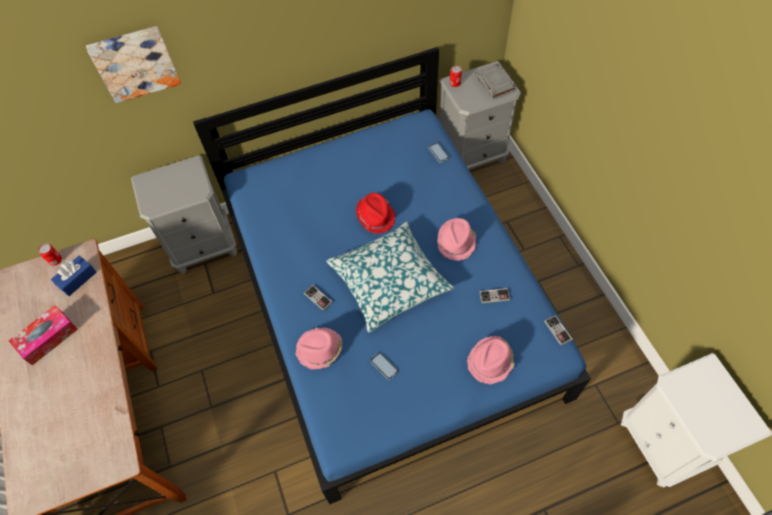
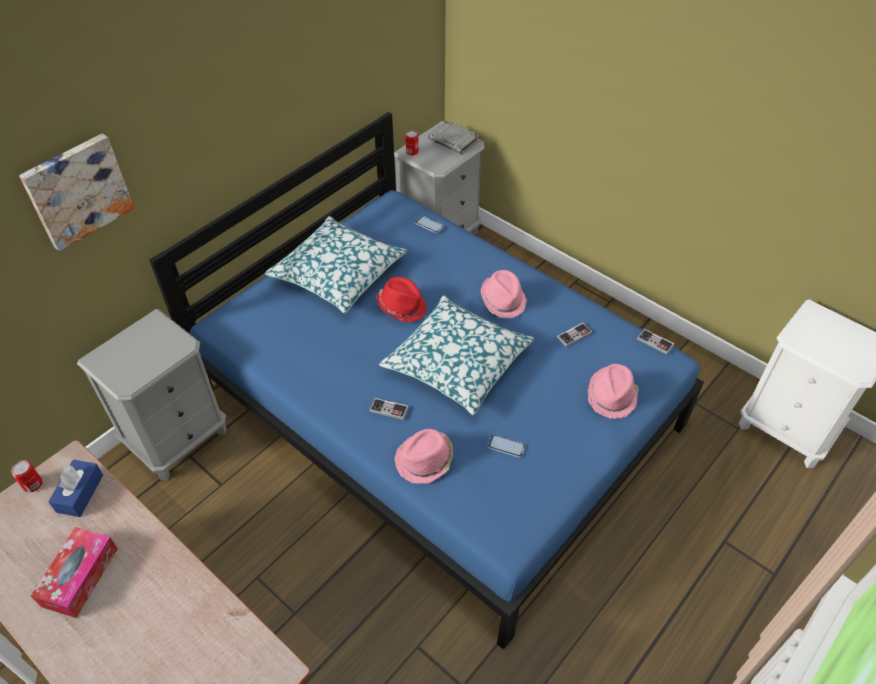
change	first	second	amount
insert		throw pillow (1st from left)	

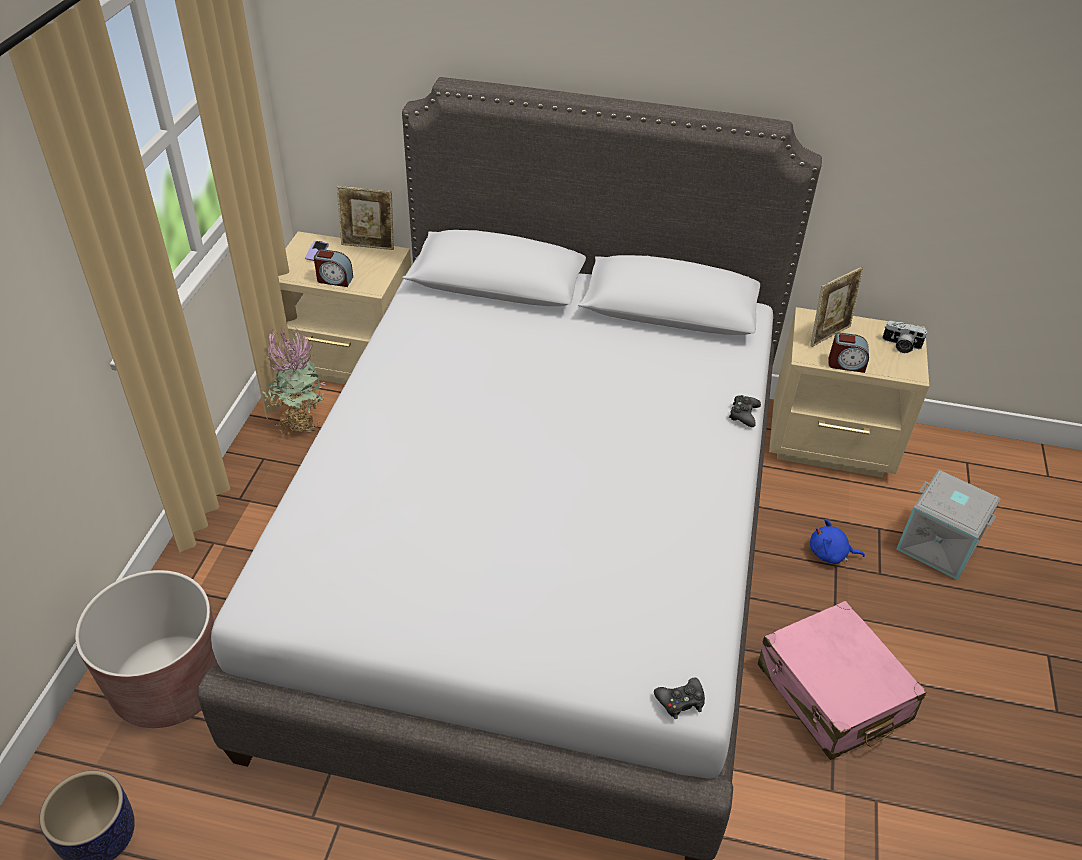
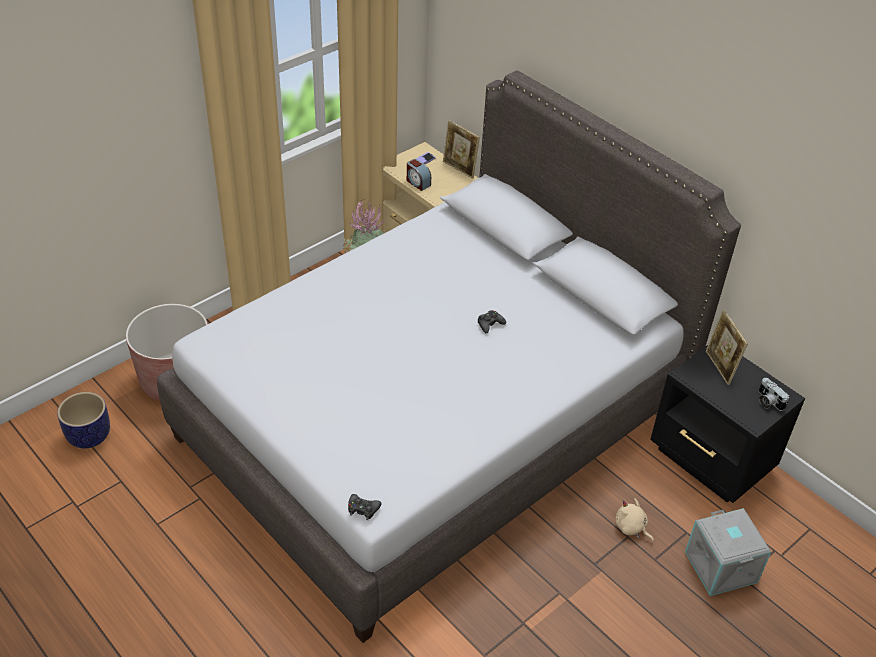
change	first	second	amount
move	game controller (black) (2nd from left)		
delete	piece of luggage (pinkish)		
recolor	bedside table (sand-coloured) (2nd from left)	bedside table (black)	
rotate	picture frame (2nd from left)		75 degrees clockwise
recolor	plush toy (bluish)	plush toy (sand-coloured)	
delete	alarm clock (2nd from left)		

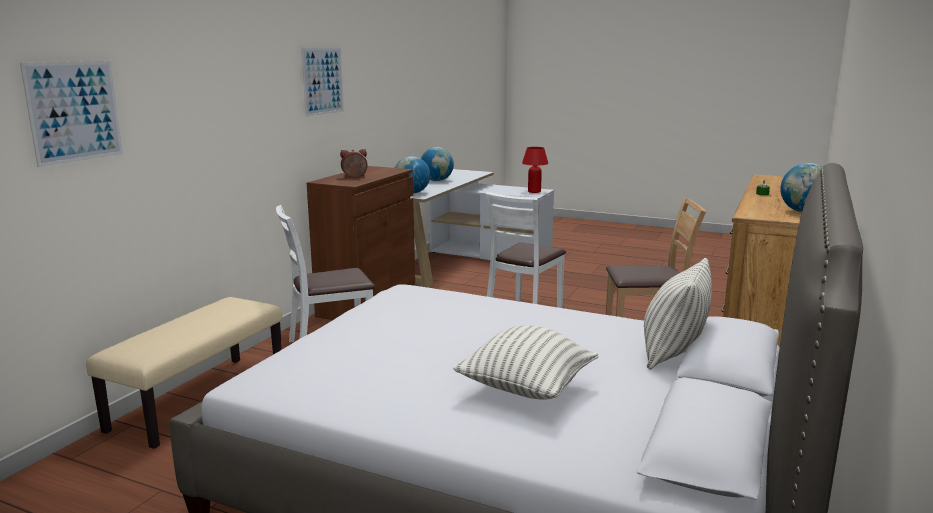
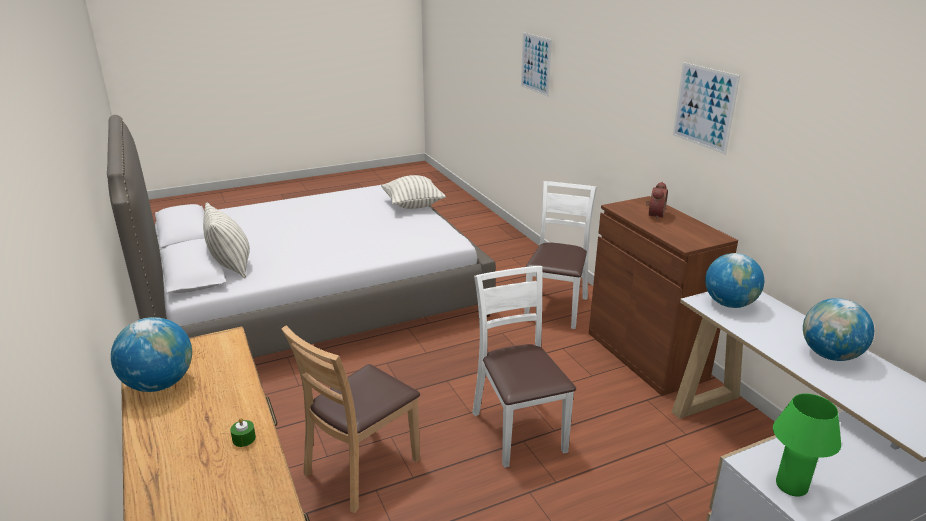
change	first	second	amount
delete	indoor bench (sand-coloured)		
move	throw pillow (1st from left in the first image)	throw pillow (2nd from left)	
recolor	lamp for a table (red)	lamp for a table (green-coloured)	

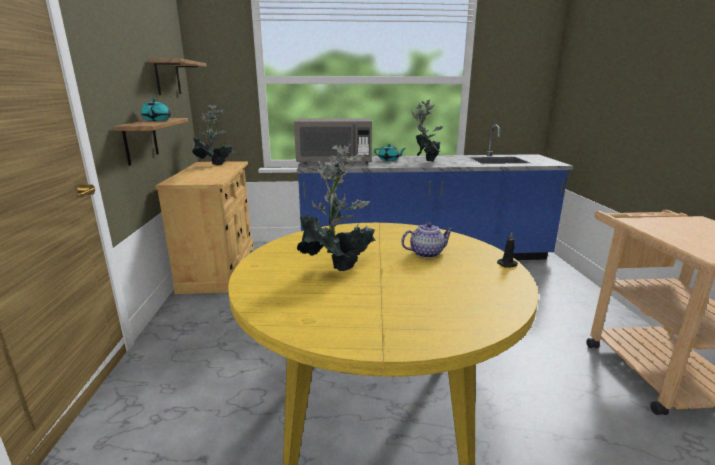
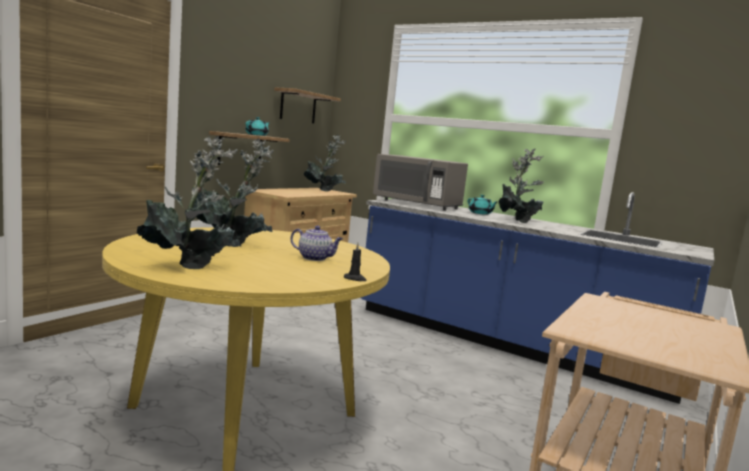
change	first	second	amount
insert		houseplant (1st from left)	

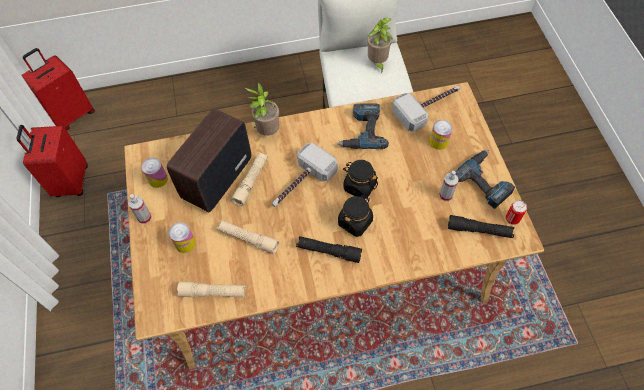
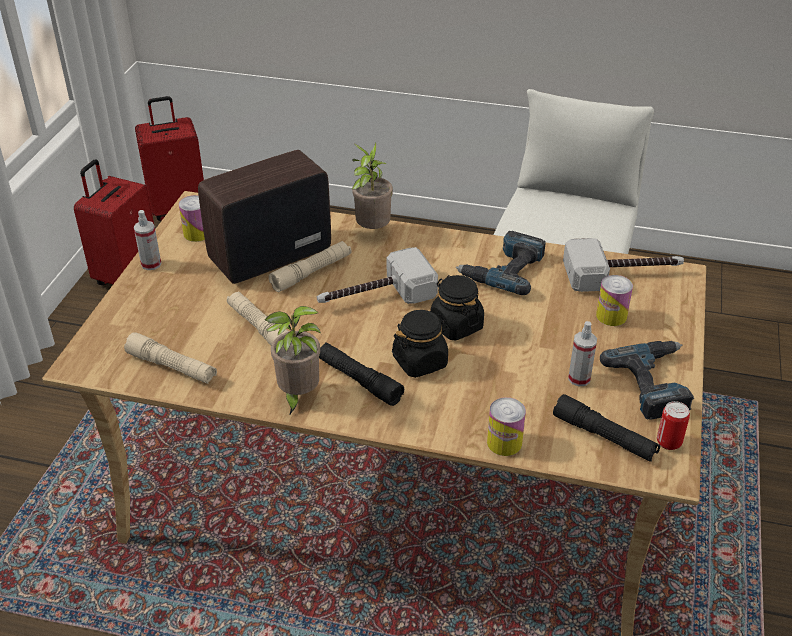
change	first	second	amount
move	metal can (2nd from left)		
move	houseplant (2nd from left in the first image)	houseplant (1st from left)	

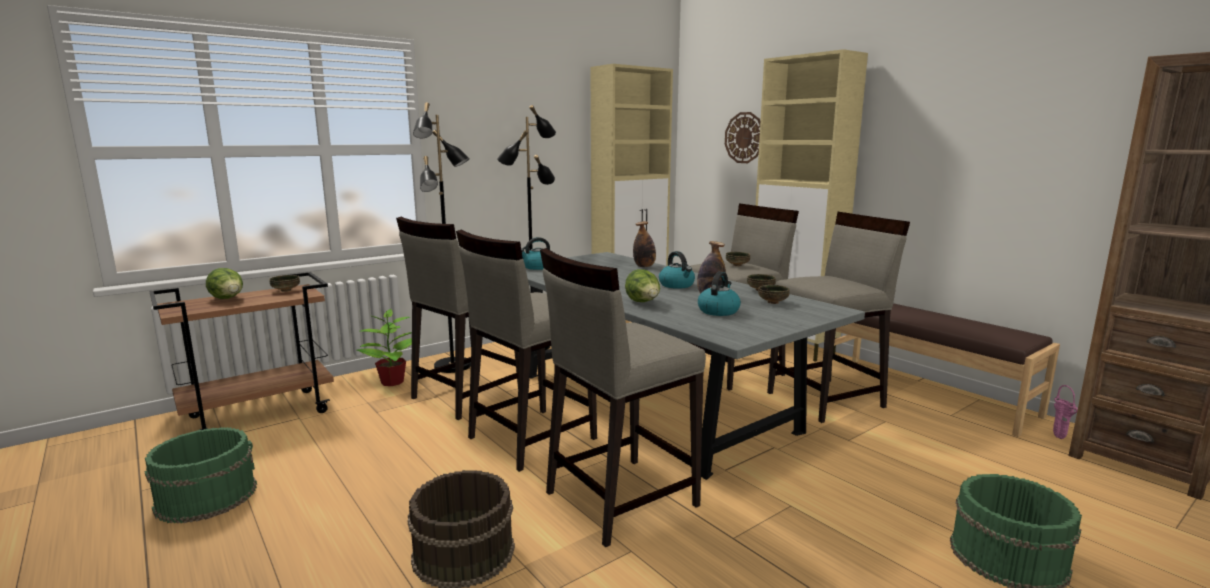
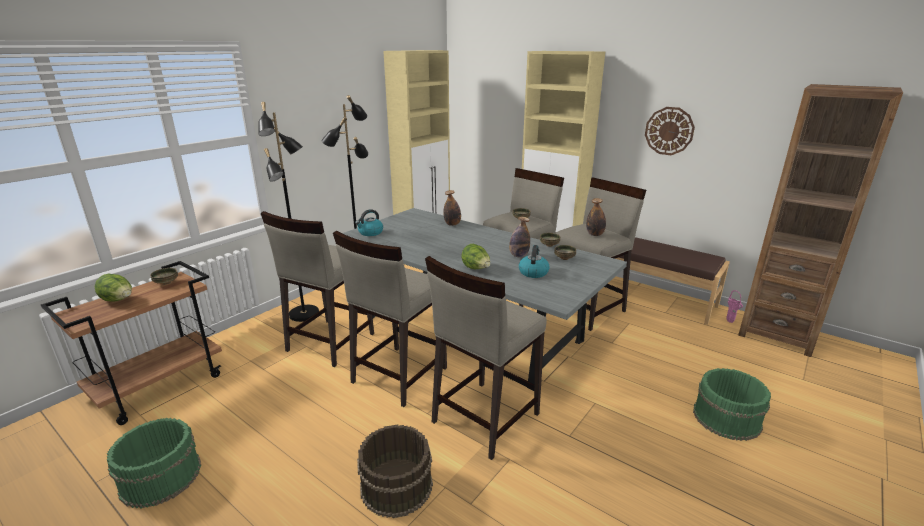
change	first	second	amount
delete	houseplant		
delete	water kettle (2nd from left)		
move	wall clock		
insert		bottle (3rd from left)	

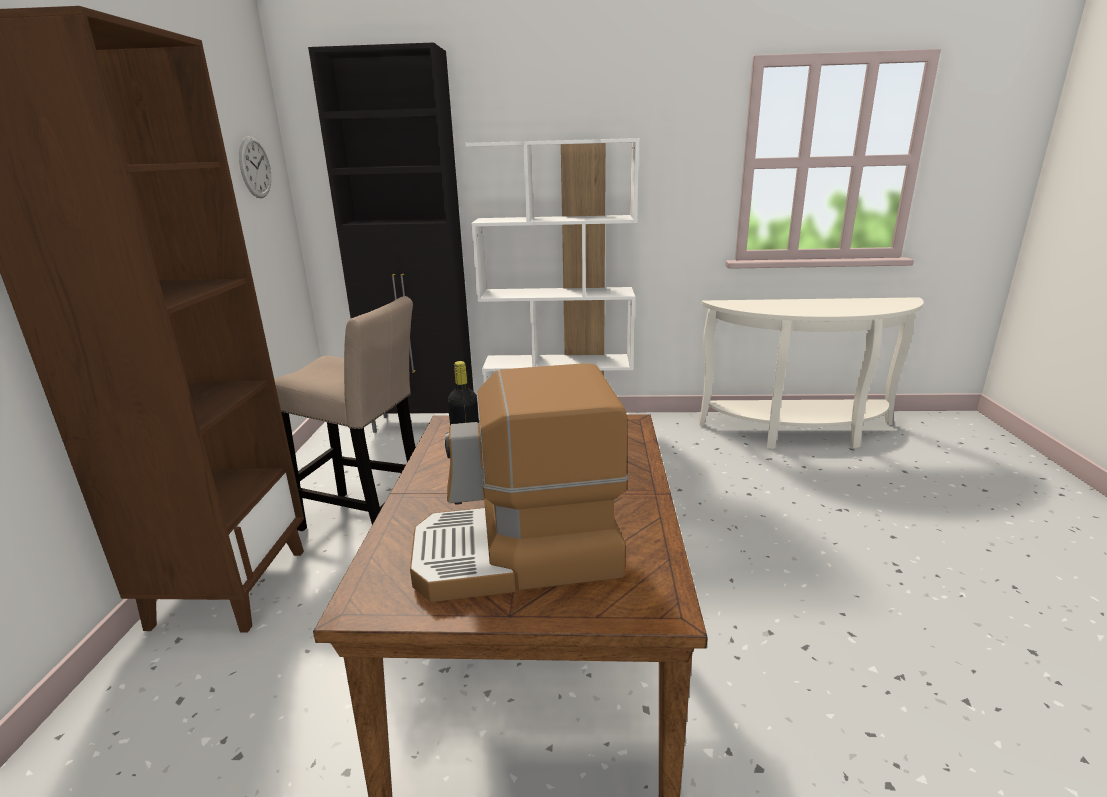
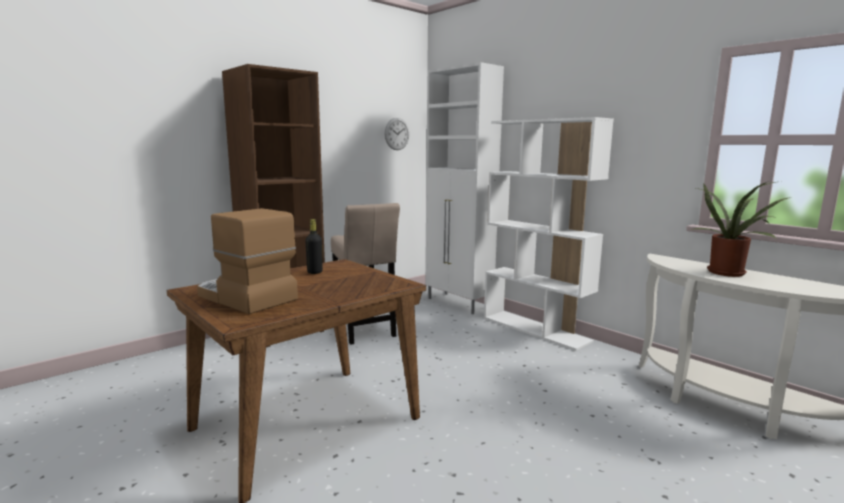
change	first	second	amount
recolor	cupboard (black)	cupboard (whitish)	
insert		houseplant	

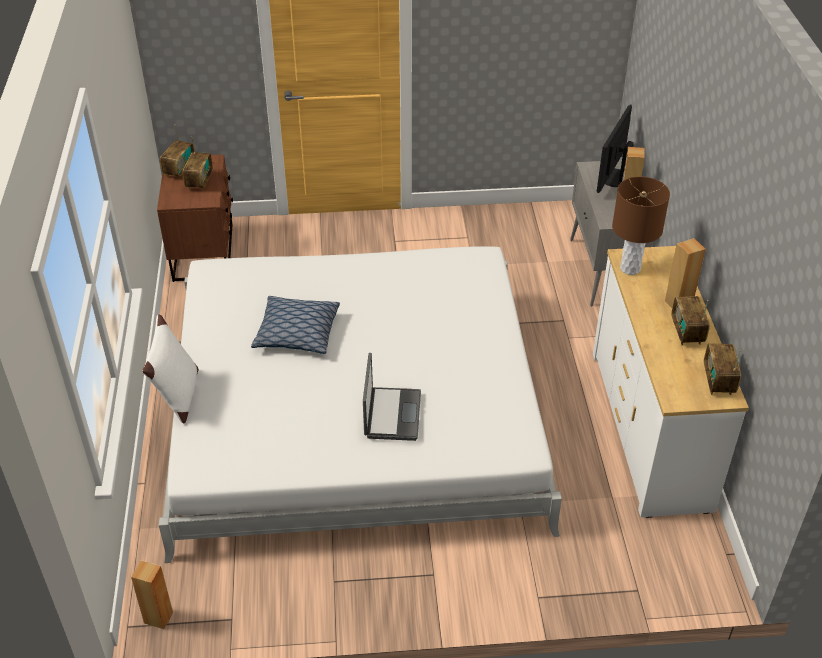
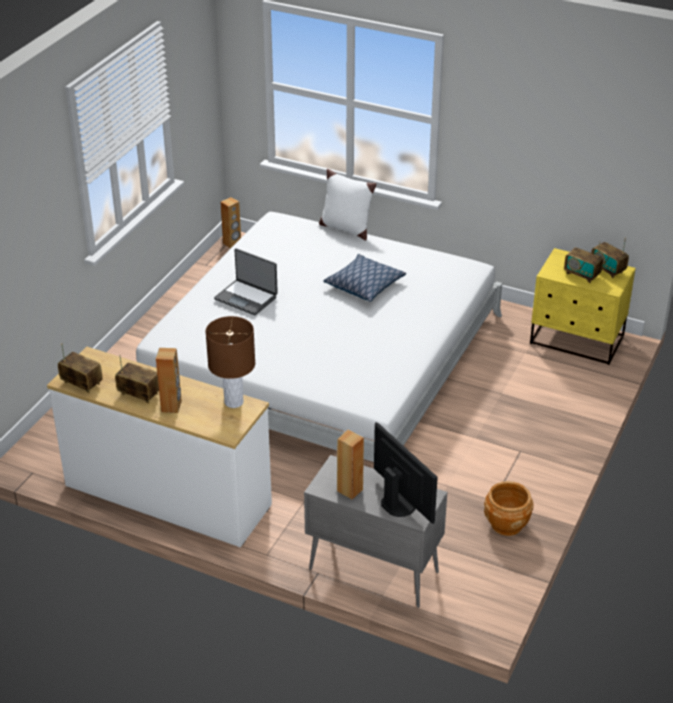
change	first	second	amount
recolor	bedside table (brown)	bedside table (yellow-coloured)	
insert		flower pot (brown)	

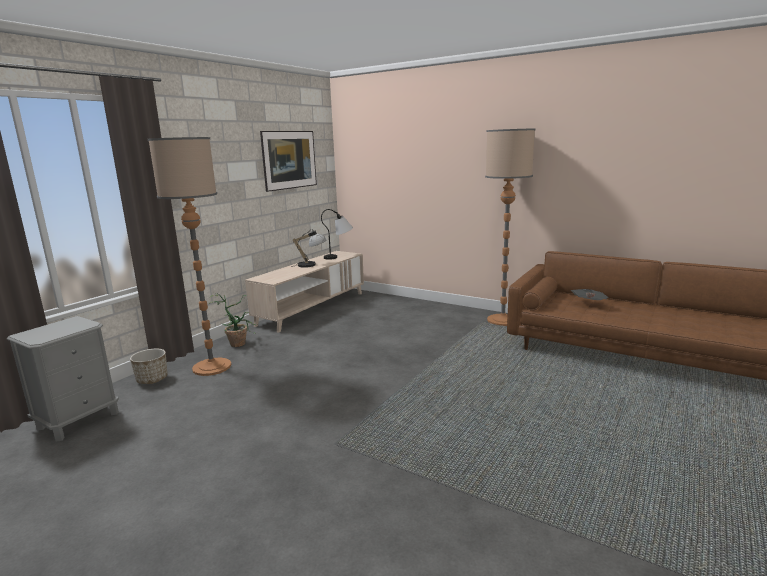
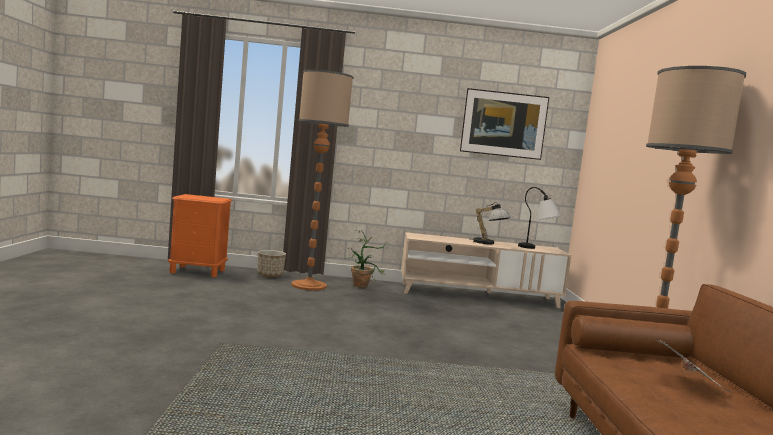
change	first	second	amount
recolor	bedside table (greyish)	bedside table (orangey)	

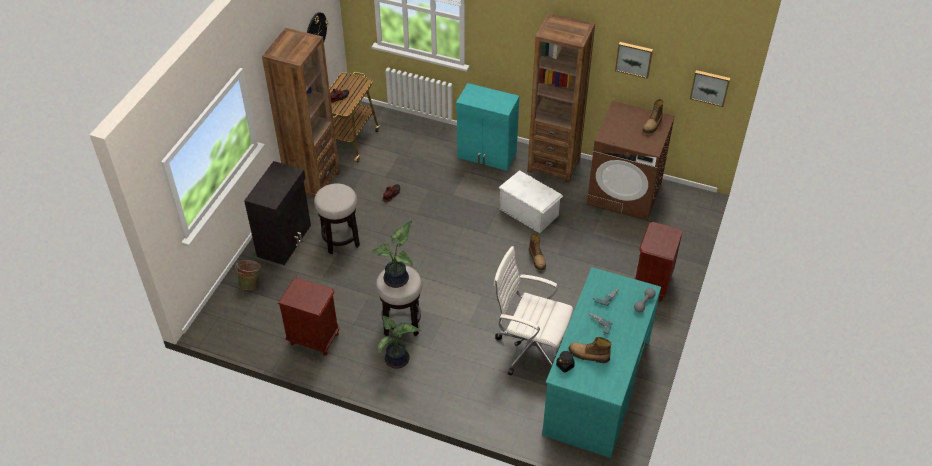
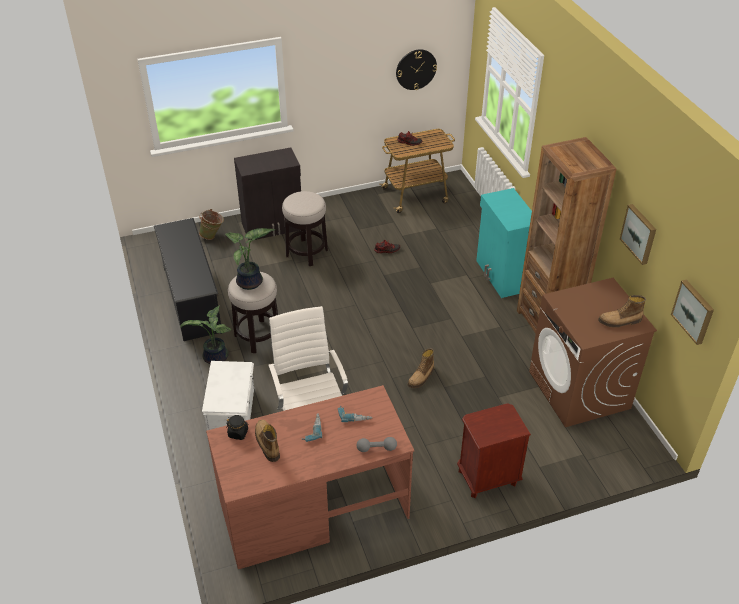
change	first	second	amount
delete	bookshelf (brown) (1st from left)		
replace	bedside table (brown) (1st from left)	shoe shelf (black)	
move	storage bin (whitish)		
recolor	desk table (blue-green)	desk table (brown)	

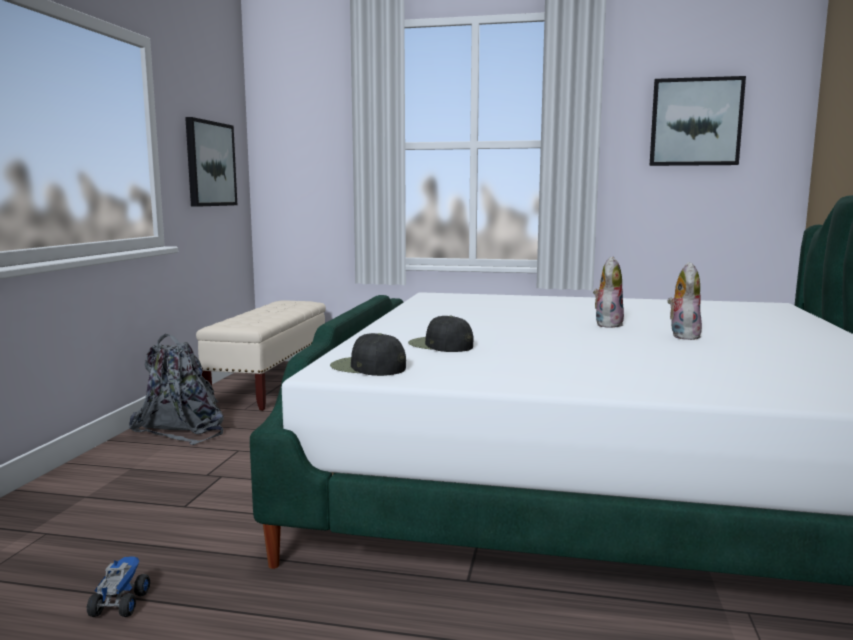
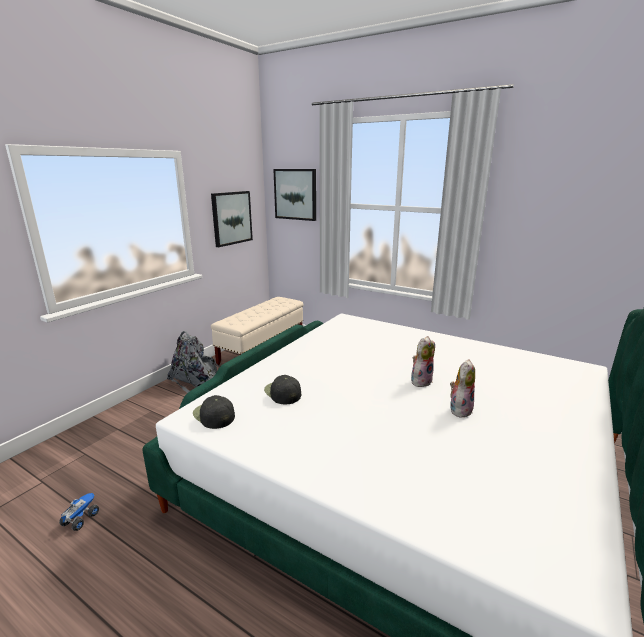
change	first	second	amount
move	wall art (2nd from left)		

